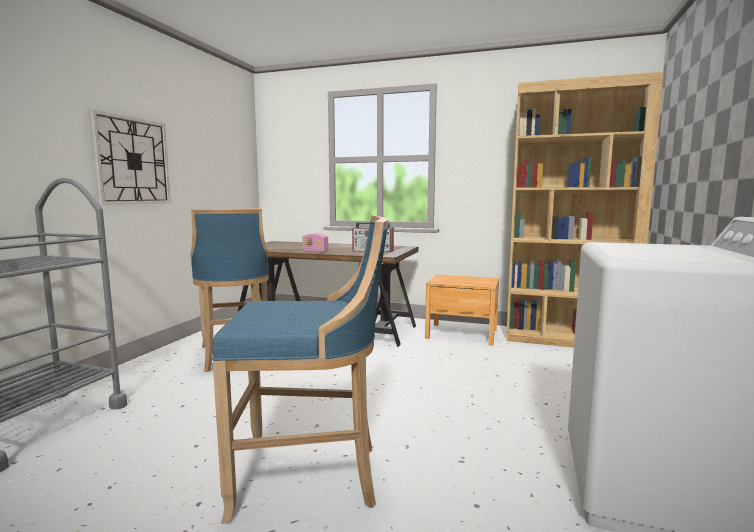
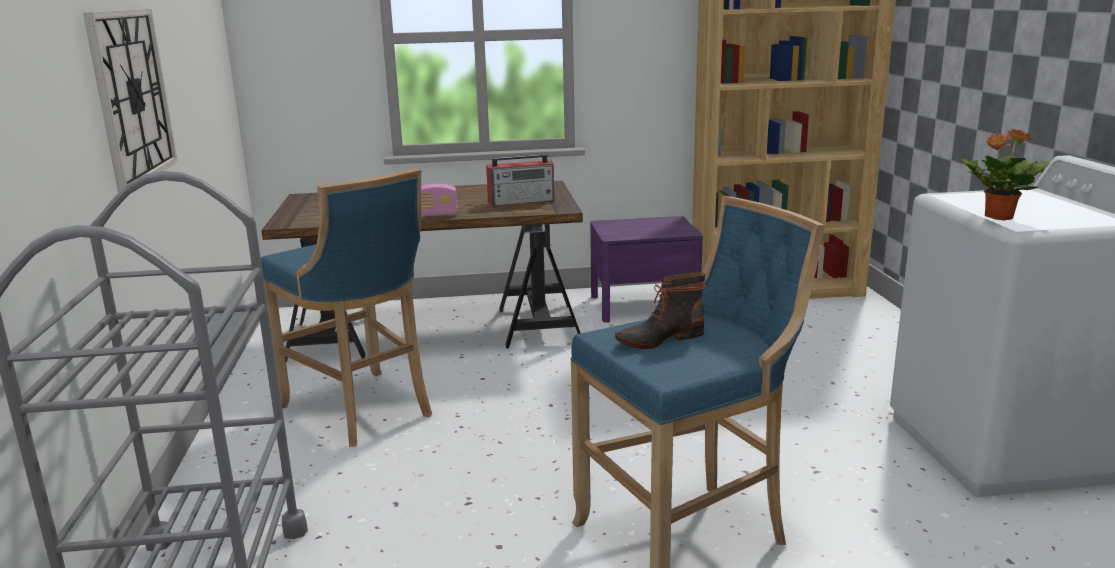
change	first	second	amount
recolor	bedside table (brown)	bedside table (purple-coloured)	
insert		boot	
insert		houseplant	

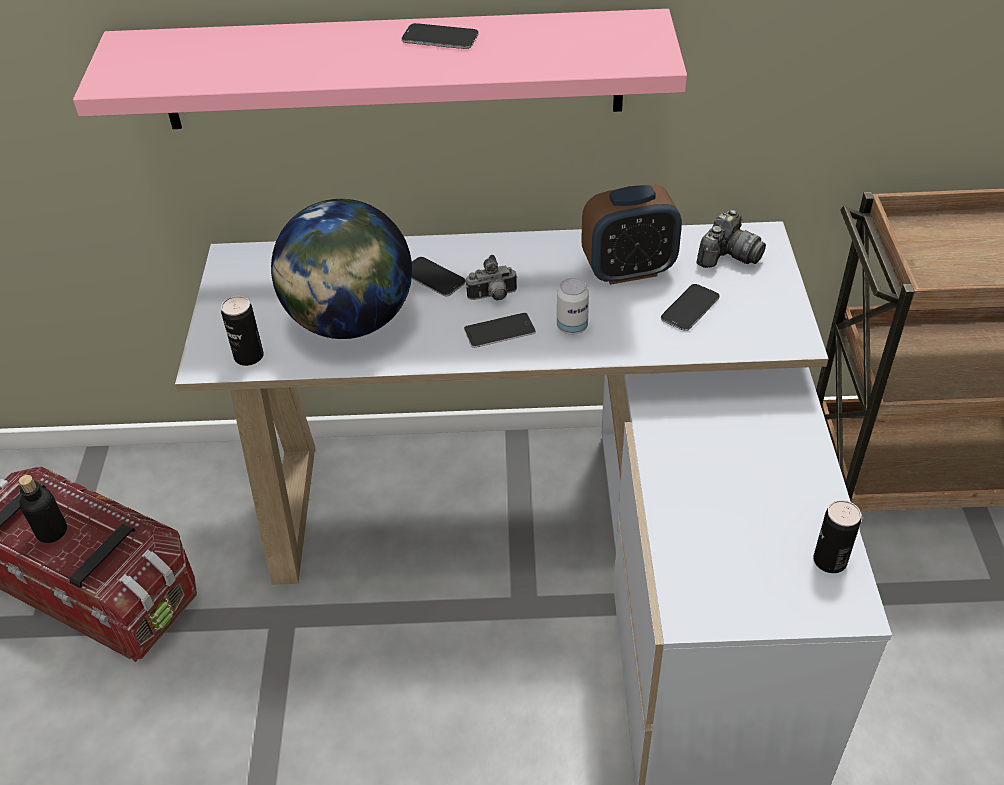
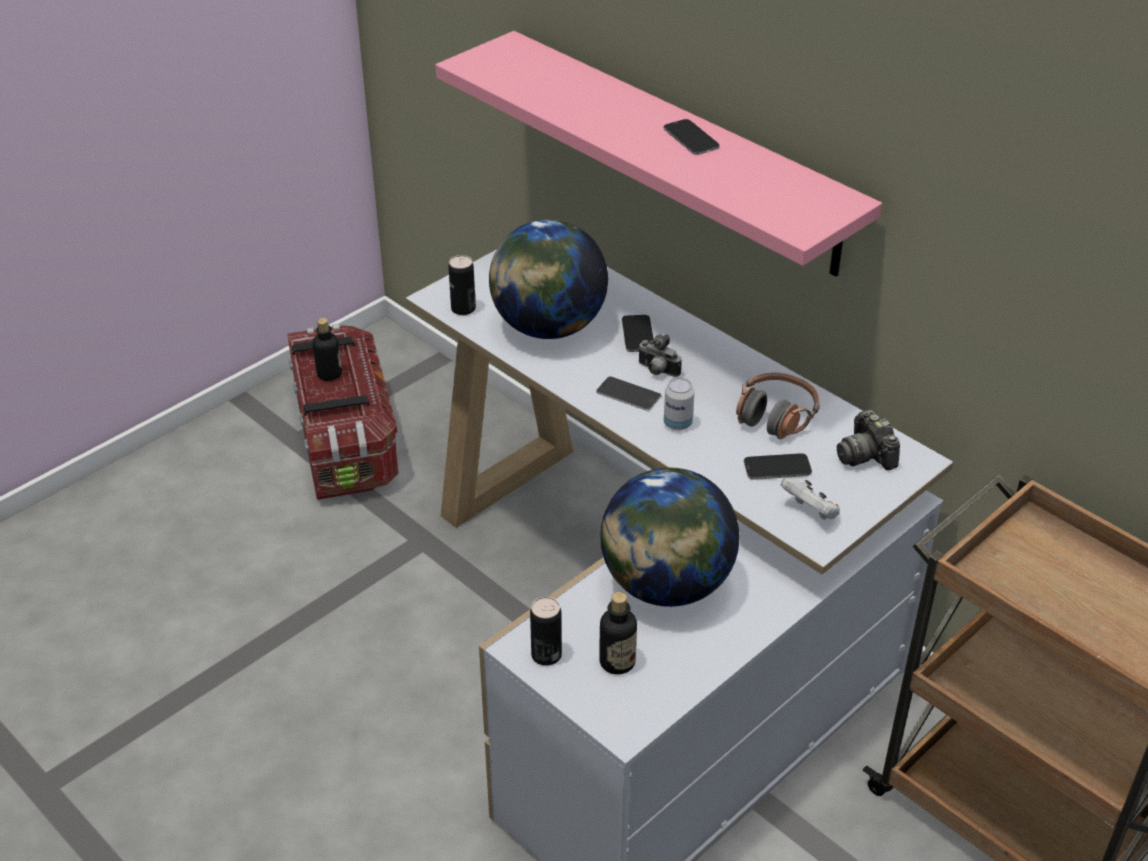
change	first	second	amount
replace	alarm clock	headphones	
rotate	photo camera (2nd from left)		75 degrees clockwise
move	metal can (3rd from left in the first image)	metal can (2nd from left)	
insert		bottle (2nd from left)	
insert		globe (2nd from left)	
insert		game controller (whitish)	

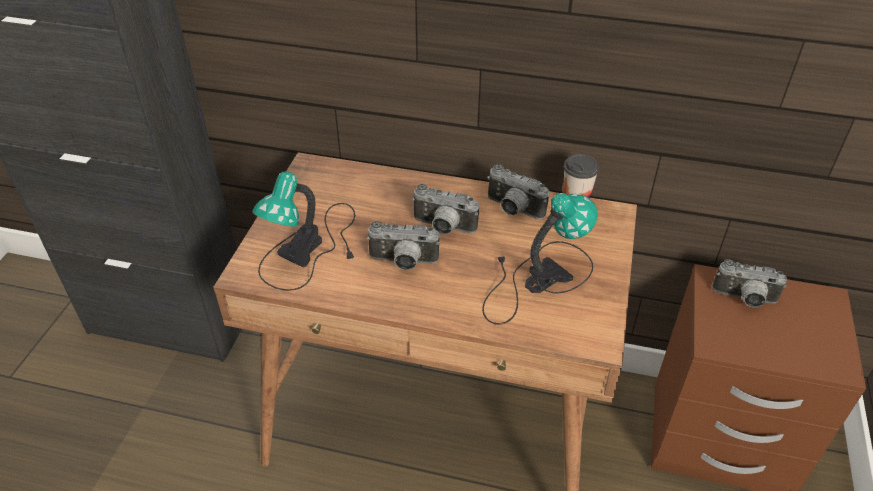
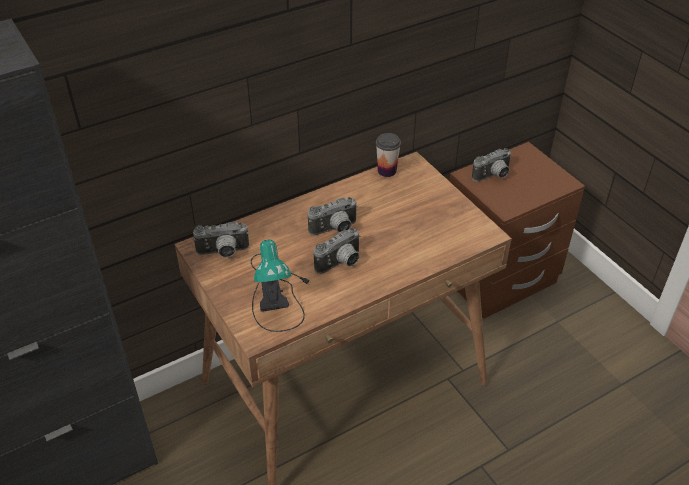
change	first	second	amount
delete	lamp for a table (2nd from left)		
move	photo camera (3rd from left in the first image)	photo camera (1st from left)	

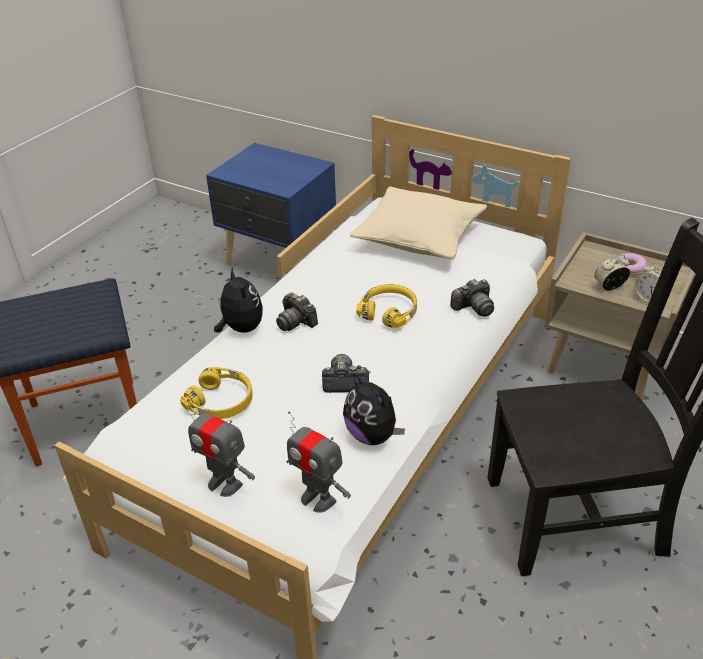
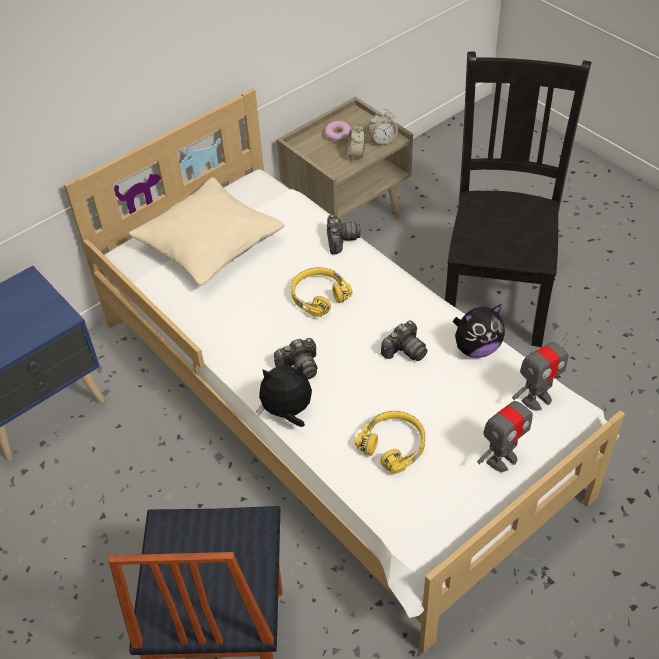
change	first	second	amount
rotate	photo camera (2nd from left in the first image)	photo camera (3rd from left)	150 degrees counterclockwise

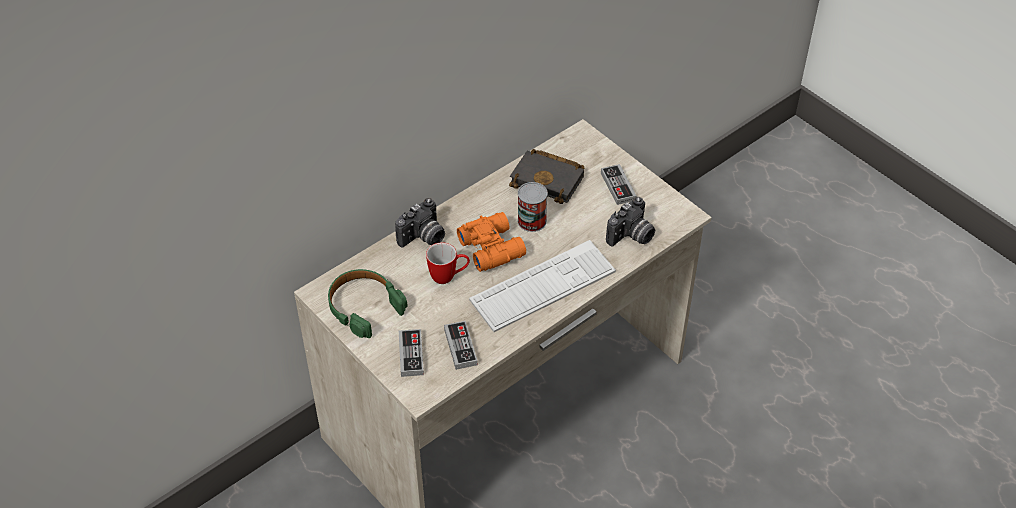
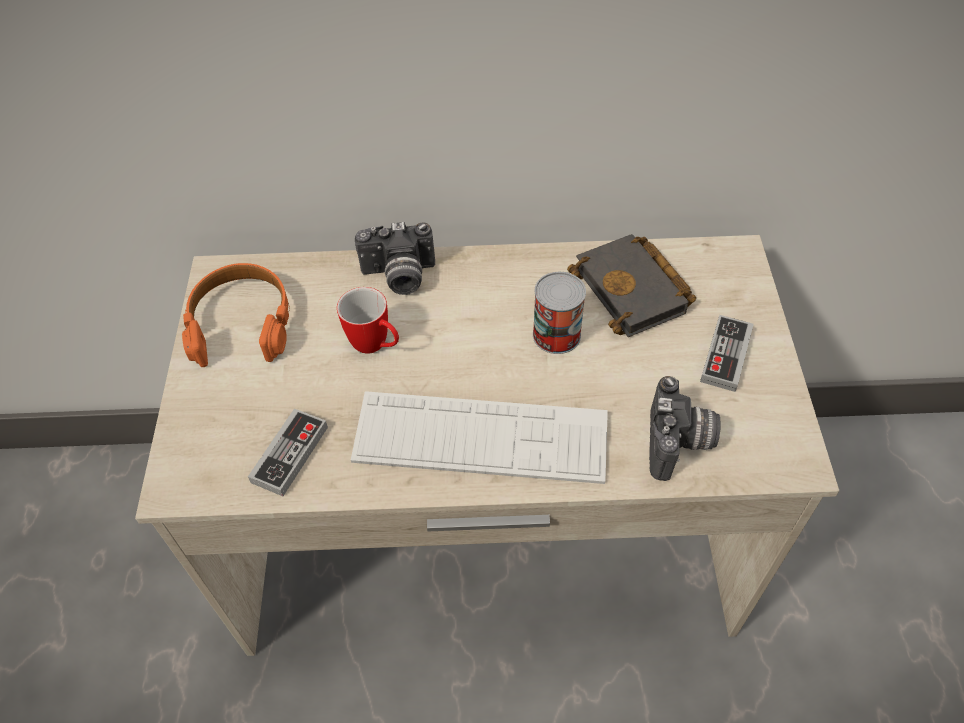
change	first	second	amount
recolor	headphones (green-coloured)	headphones (orangey)	
delete	game controller (1st from left)		
delete	field glasses (orangey)		
rotate	photo camera (2nd from left)		75 degrees counterclockwise

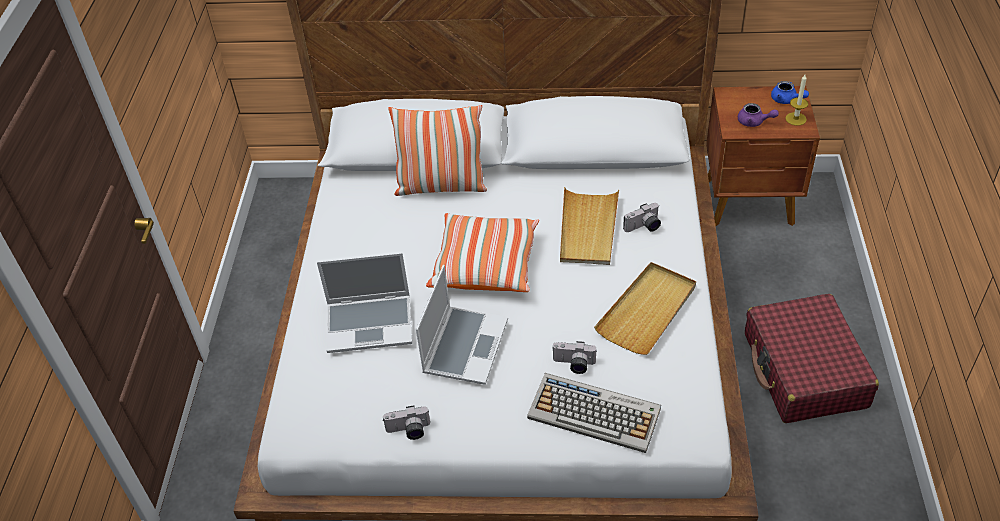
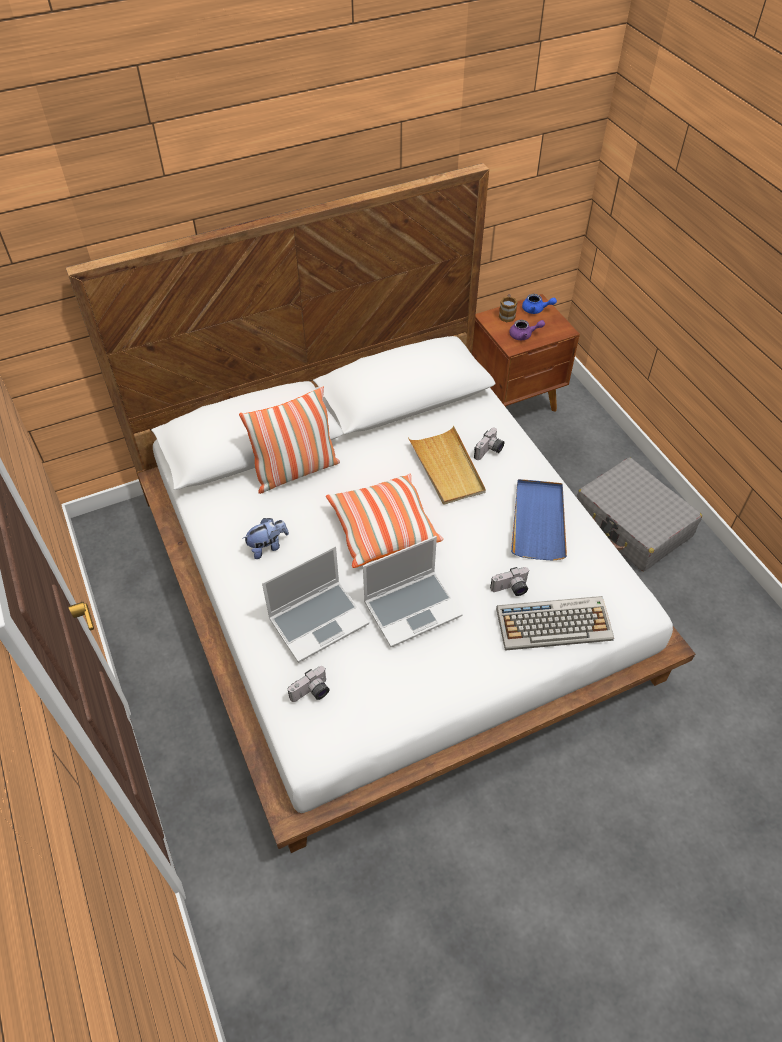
change	first	second	amount
move	photo camera (1st from left)		
rotate	notebook computer (2nd from left)		75 degrees clockwise
recolor	serving tray (sand-coloured) (2nd from left)	serving tray (bluish)	
recolor	piece of luggage (red)	piece of luggage (greyish)	
delete	wax light		
insert		plush toy	
insert		tea mug	

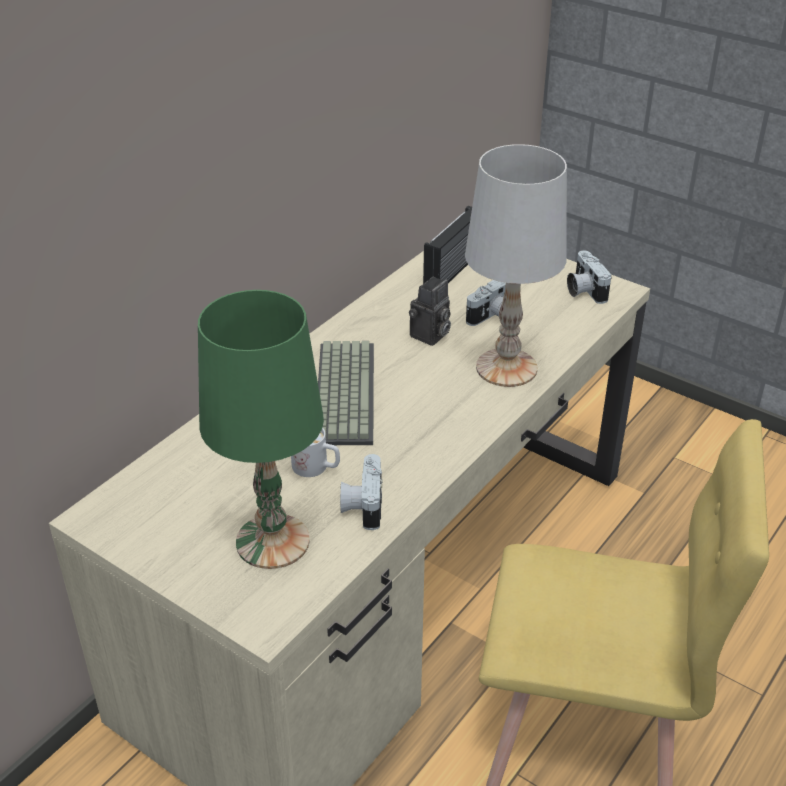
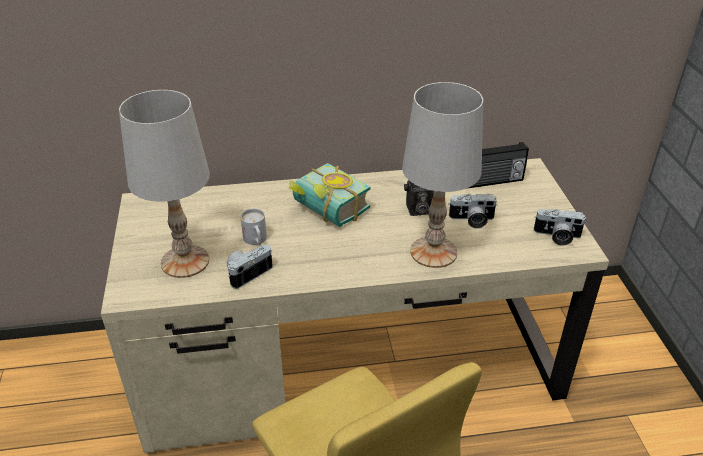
change	first	second	amount
recolor	lamp for a table (green-coloured)	lamp for a table (whitish) (1st from left)	
replace	PC keyboard	book	
rotate	photo camera (4th from left)		105 degrees counterclockwise

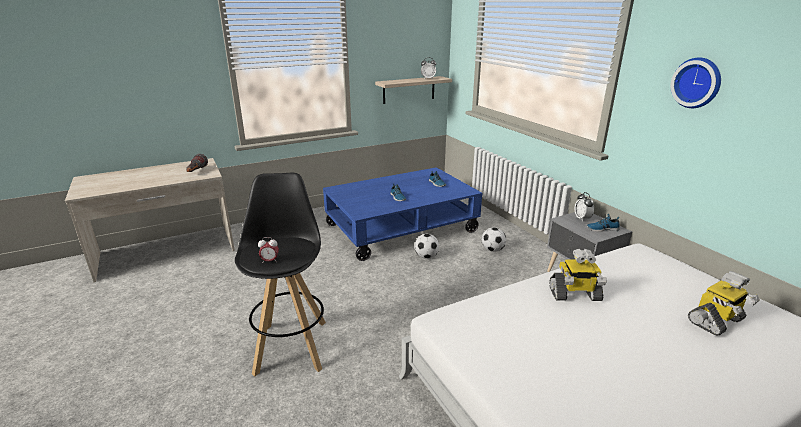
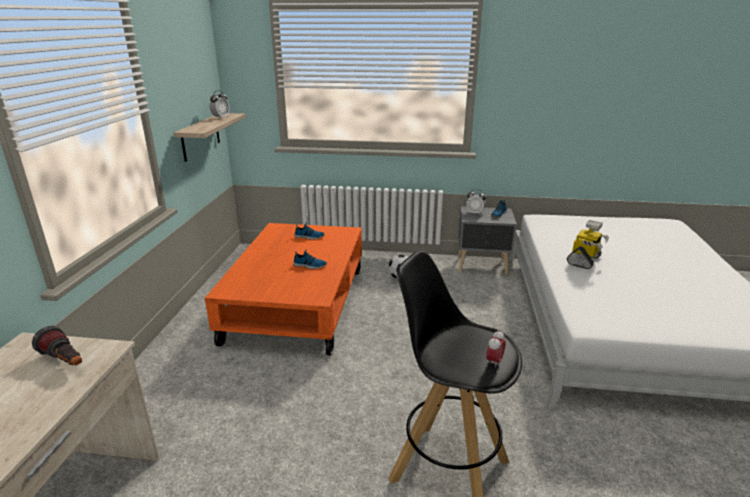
change	first	second	amount
recolor	low table (bluish)	low table (orangey)	
delete	football ball (1st from left)		
delete	wall clock		
delete	robot figure (2nd from left)		

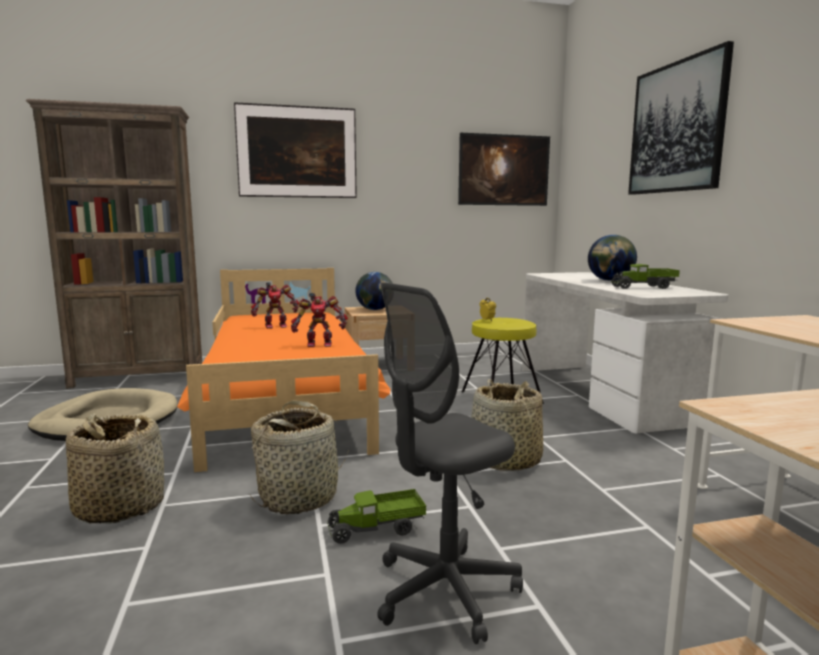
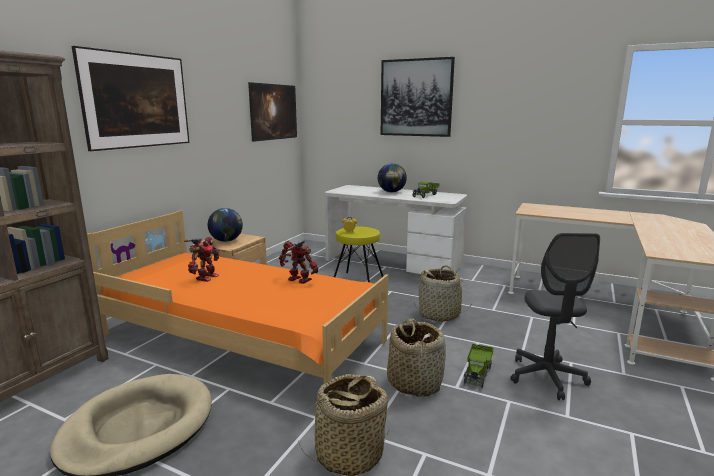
change	first	second	amount
rotate	robot figure (2nd from left)		90 degrees counterclockwise

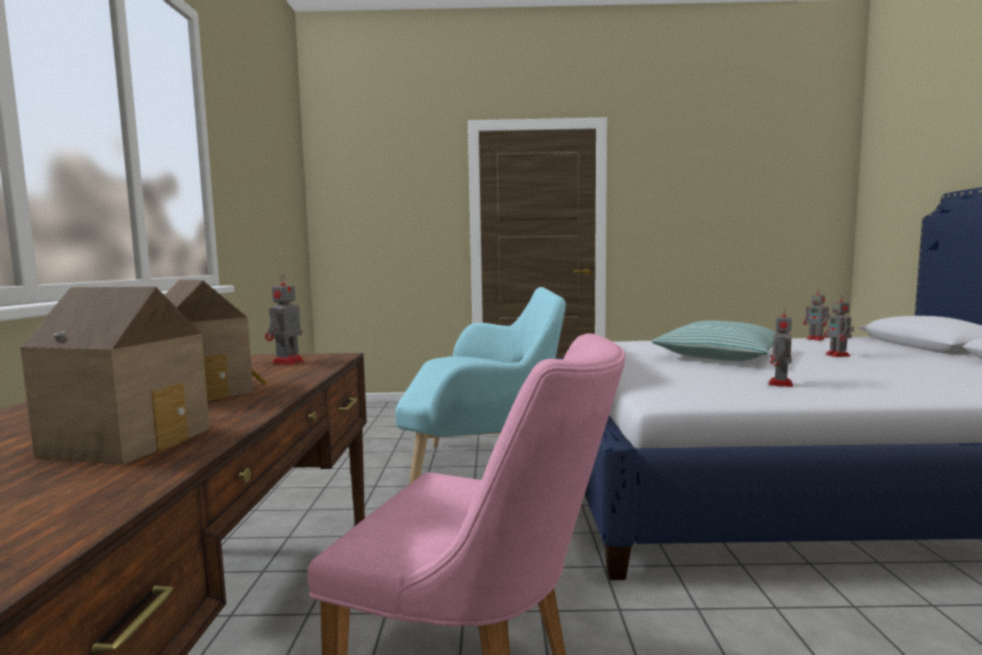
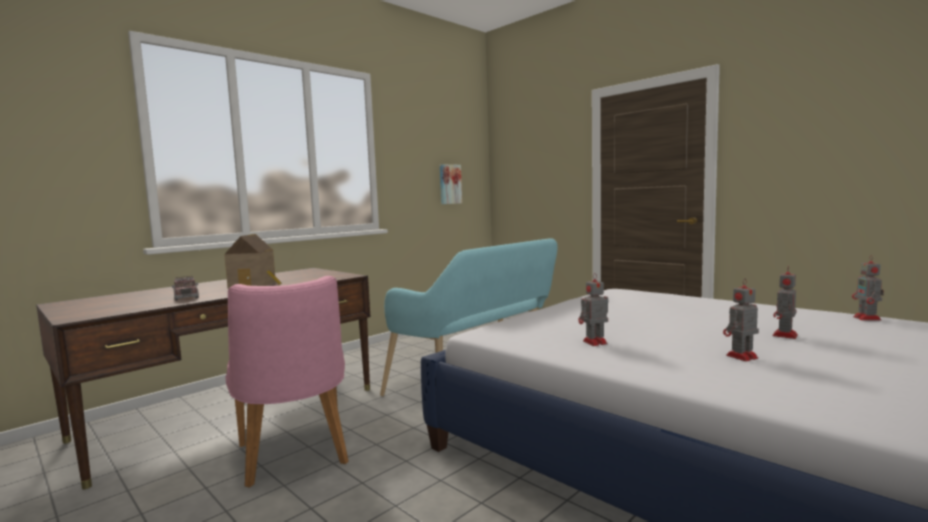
change	first	second	amount
replace	model house (1st from left)	model truck	
move	robot figure (1st from left in the first image)	robot figure (2nd from left)	
delete	throw pillow		
insert		wall art	

